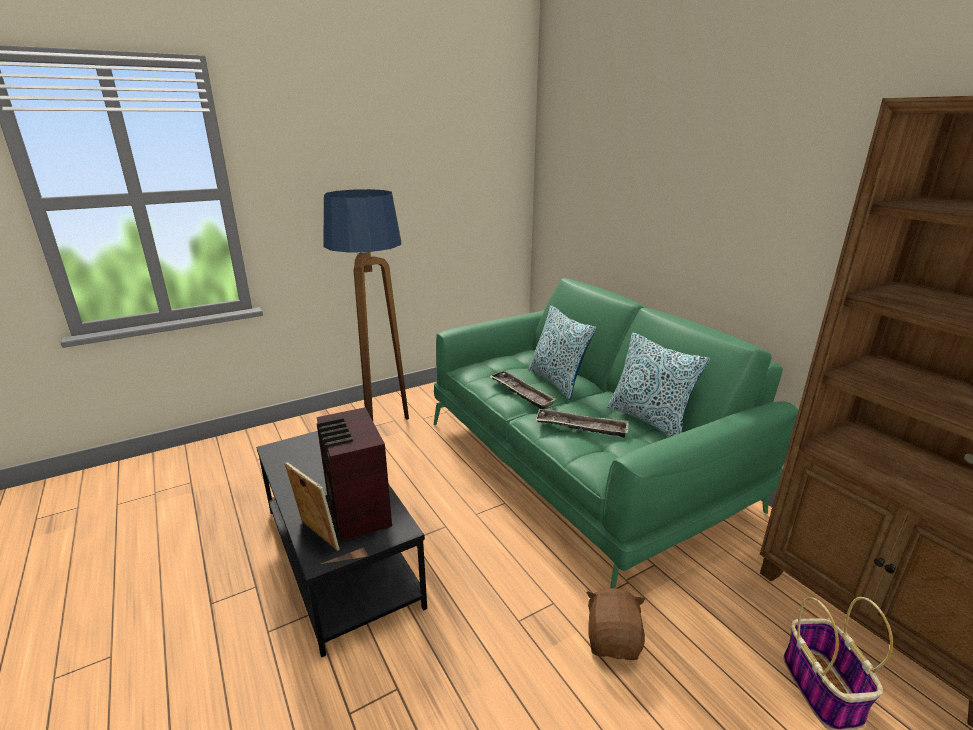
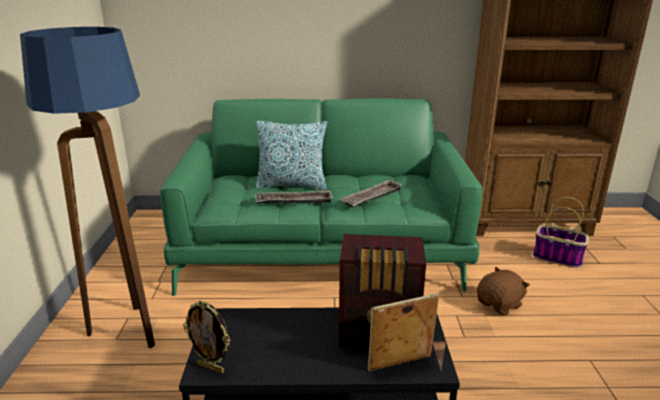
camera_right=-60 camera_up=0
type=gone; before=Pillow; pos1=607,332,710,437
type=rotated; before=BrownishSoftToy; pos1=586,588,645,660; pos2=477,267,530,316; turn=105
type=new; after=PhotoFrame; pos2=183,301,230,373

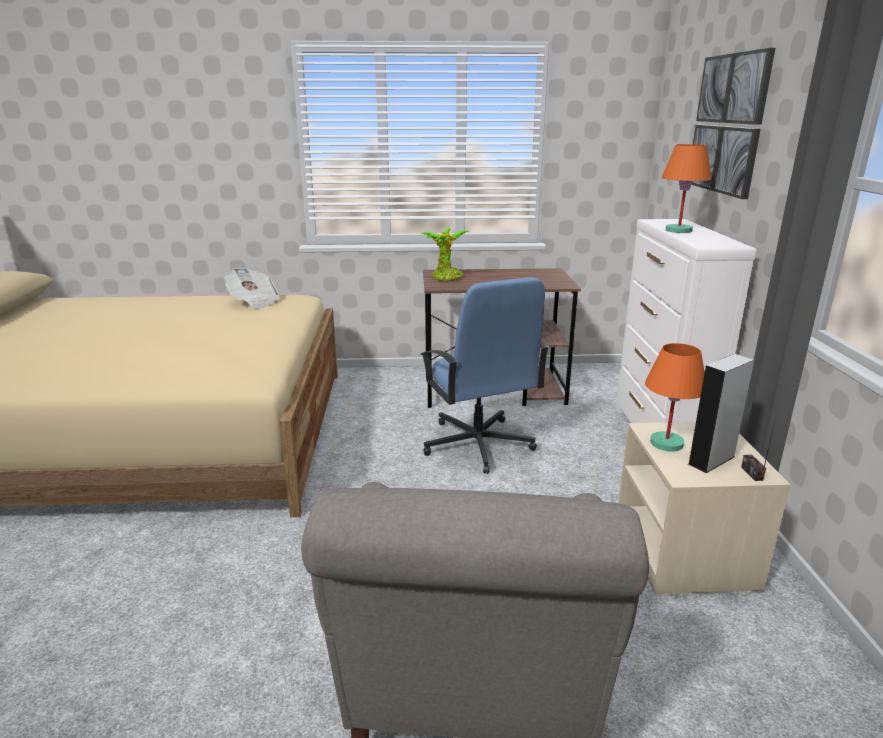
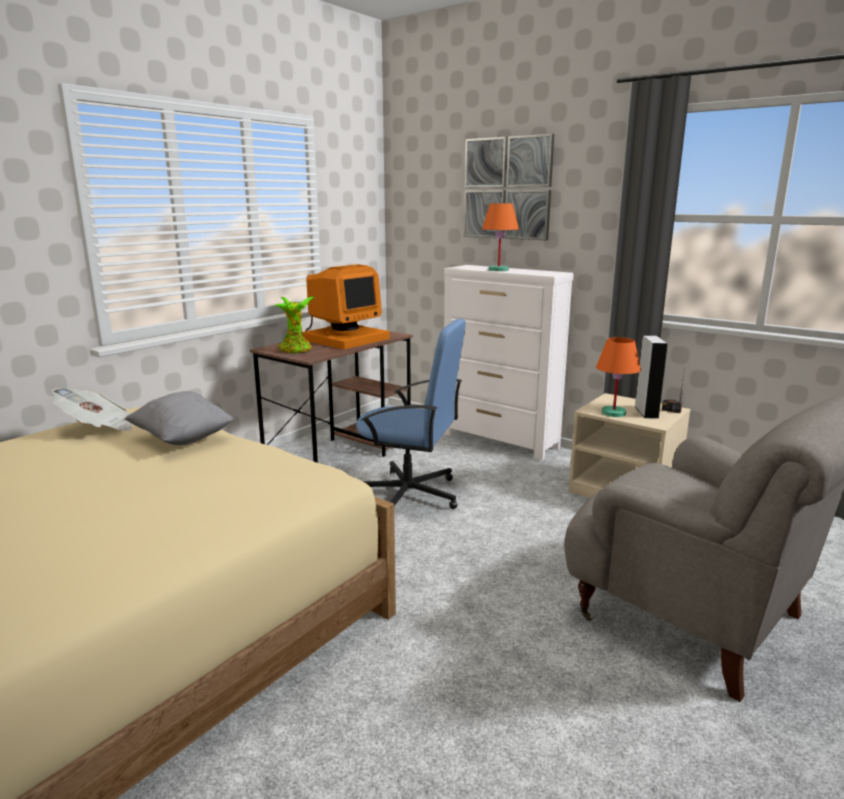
camera_right=-50 camera_up=-5
type=new; after=ComputerScreen; pos2=302,264,390,349
type=new; after=GrayPillow; pos2=124,391,235,445

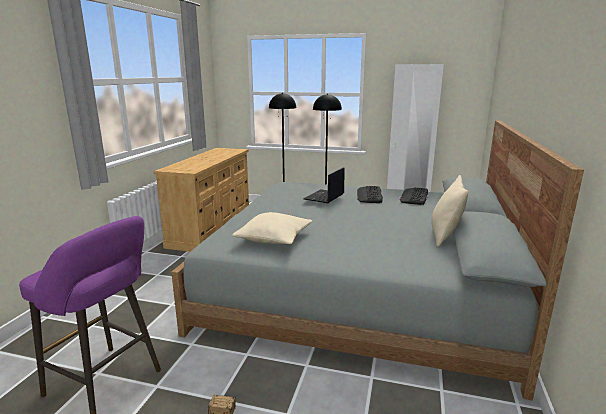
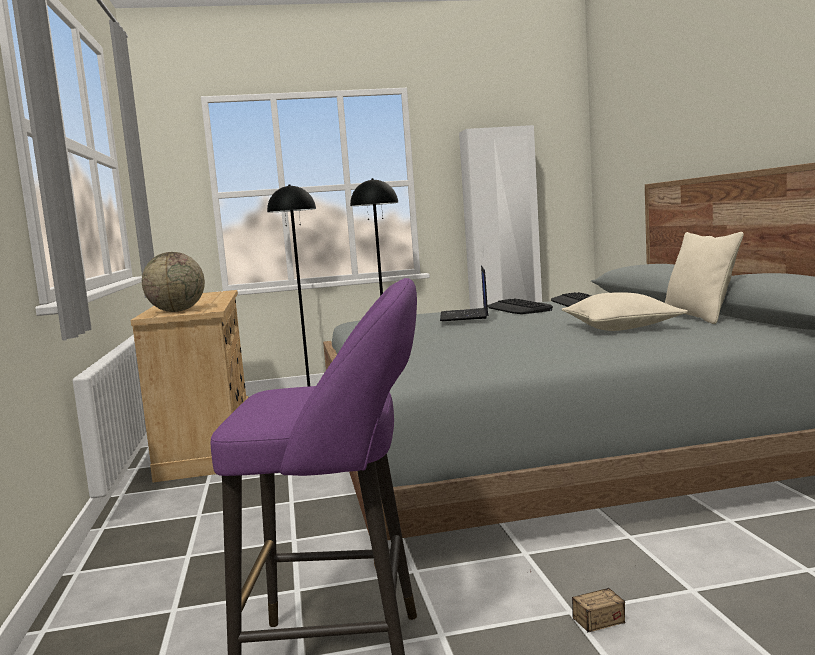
camera_right=-25 camera_up=-10
type=shifted; before=BeigePillow; pos1=232,212,312,244; pos2=562,293,688,331
type=new; after=DeskGlobe; pos2=142,252,205,312

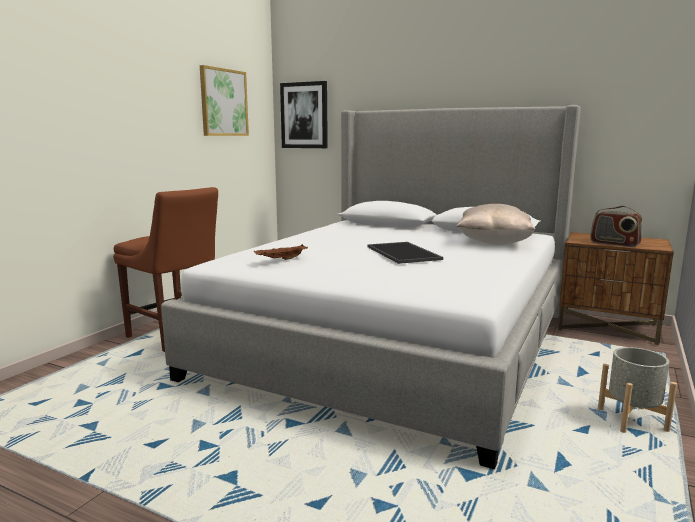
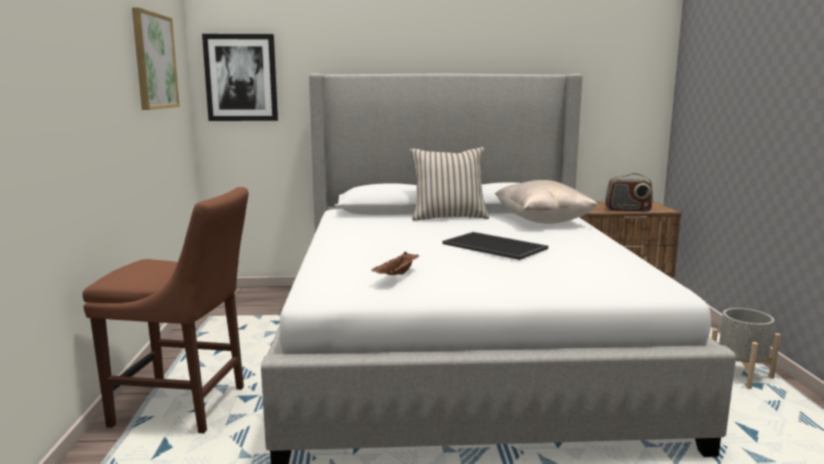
camera_right=-30 camera_up=0
type=new; after=BeigePillow; pos2=410,147,489,221

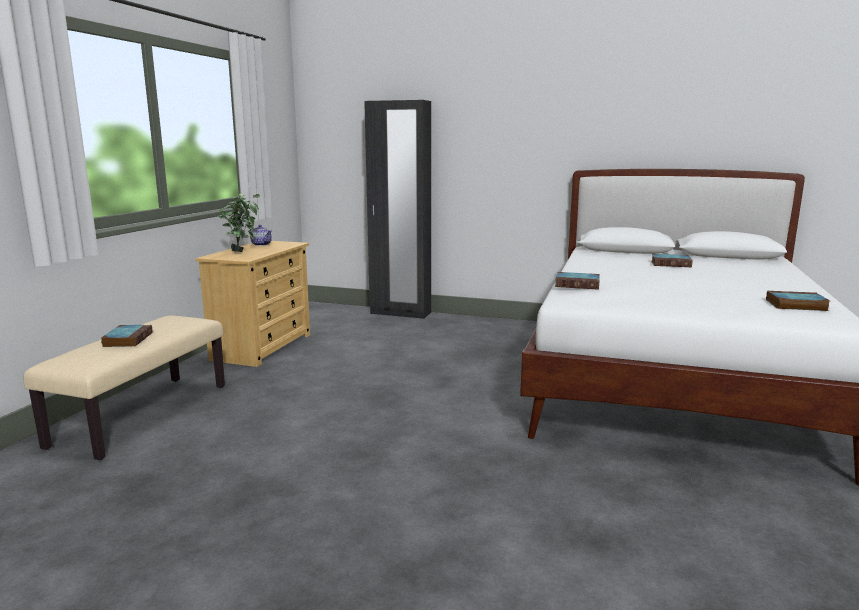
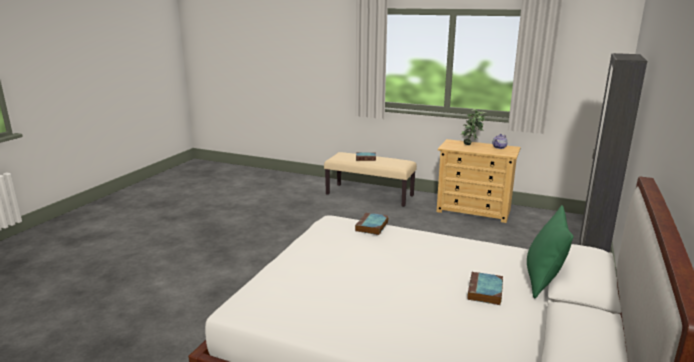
camera_right=95 camera_up=5
type=gone; before=BoundBook; pos1=766,291,830,311
type=new; after=GreenPillow; pos2=527,205,573,298

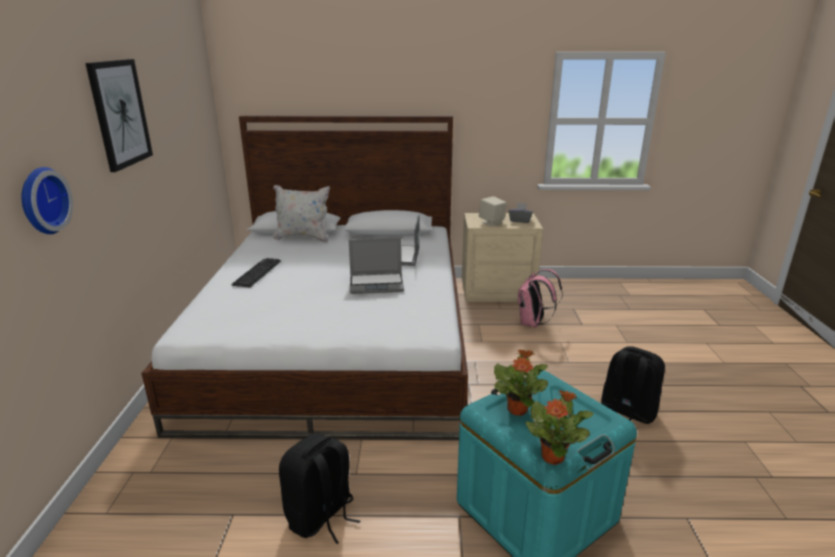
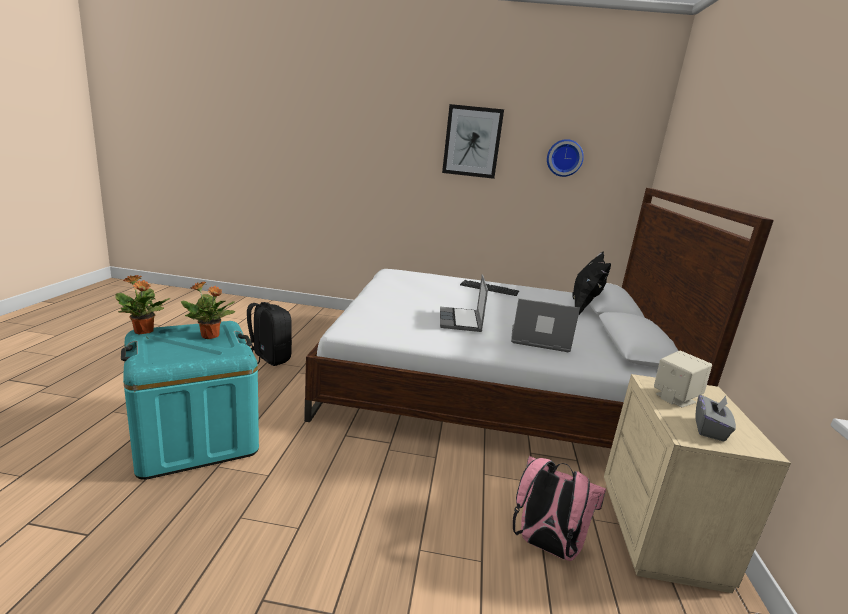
camera_right=95 camera_up=-5
type=shifted; before=HangingClock; pos1=21,167,73,234; pos2=547,139,584,177
type=repainted; before=WhitishPillow; after=BlackColouredPillow; pos1=272,185,330,243; pos2=573,252,611,315
type=gone; before=BlackColouredKnapsack; pos1=601,346,665,424

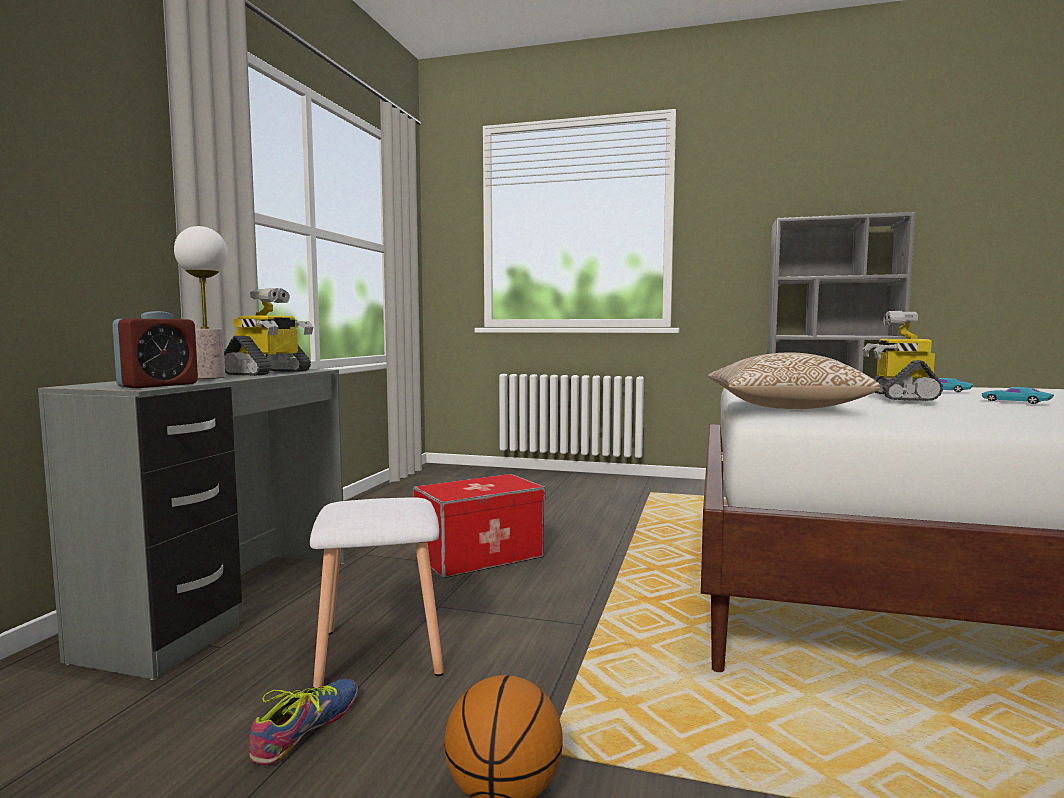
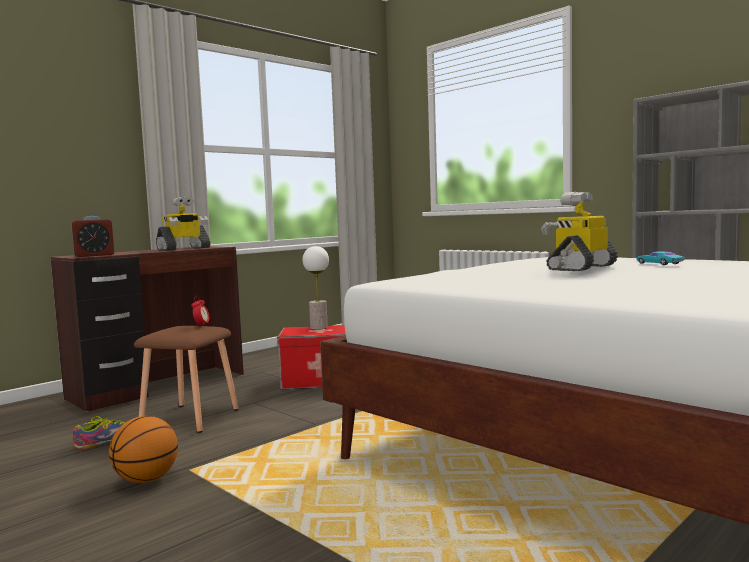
camera_right=30 camera_up=0
type=shifted; before=LampForATable; pos1=174,226,228,379; pos2=302,246,329,330
type=gone; before=Pillow; pos1=708,352,880,409
type=repainted; before=GrayDeskTable; after=BrownishDeskTable; pos1=38,369,345,680; pos2=51,246,244,412
type=gone; before=TurquoiseColouredMiniatureCar; pos1=982,387,1054,404
type=repainted; before=WhitishStool; after=BrownishStool; pos1=310,497,444,690; pos2=134,326,239,433
type=new; after=BedsideClock; pos2=191,296,209,327

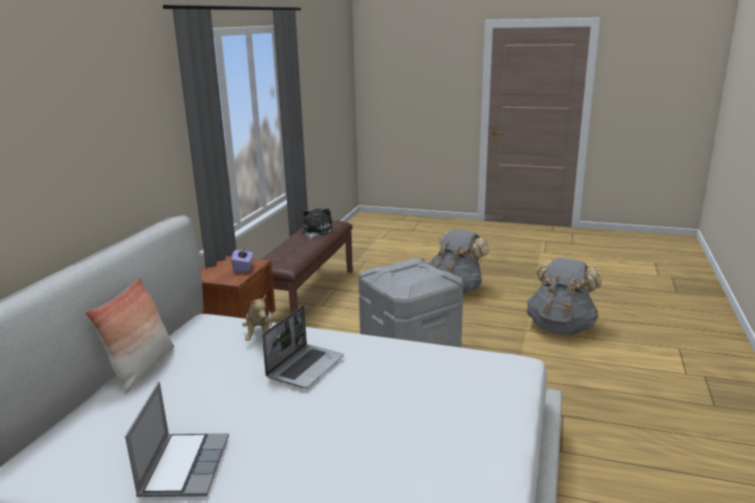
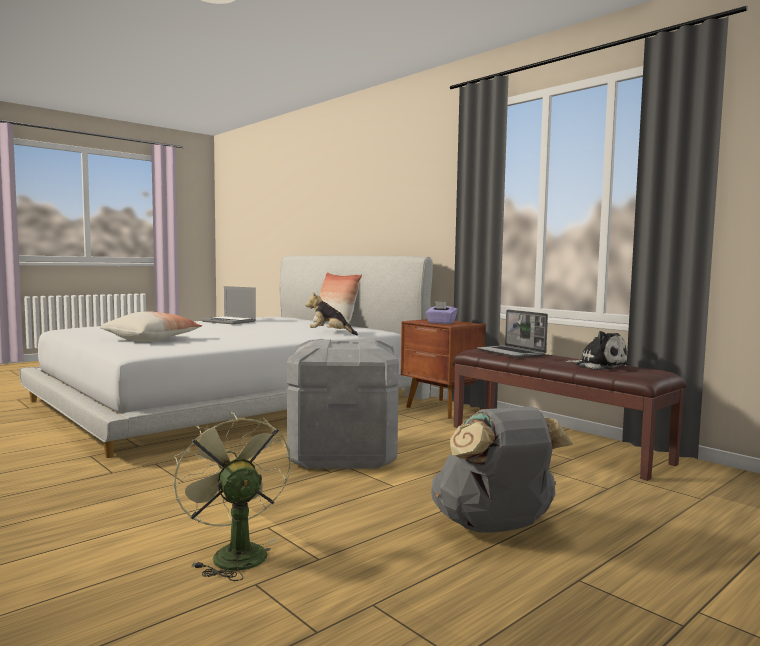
camera_right=120 camera_up=-15
type=swapped; before=GrayKnapsack; after=GreenFan; pos1=527,258,602,335; pos2=174,412,291,581
type=shifted; before=Laptop; pos1=262,306,344,388; pos2=477,310,548,358
type=new; after=Pillow; pos2=100,311,202,342

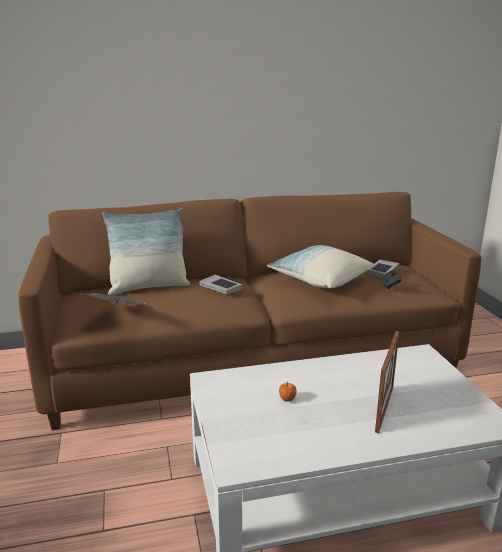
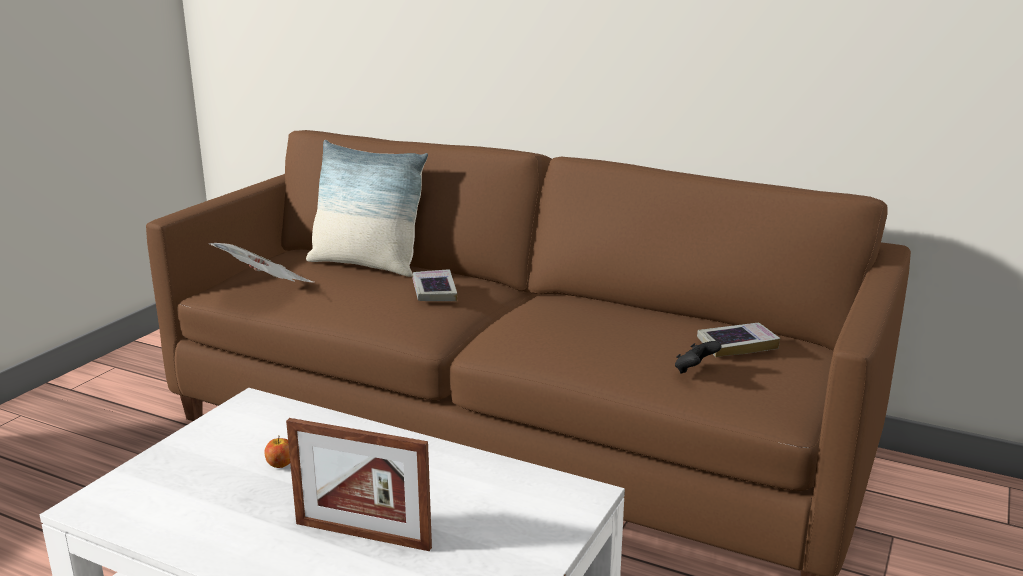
camera_right=40 camera_up=0
type=gone; before=Pillow; pos1=267,245,374,288
type=rotated; before=PhotoFrame; pos1=375,331,399,433; pos2=286,418,432,551; turn=45

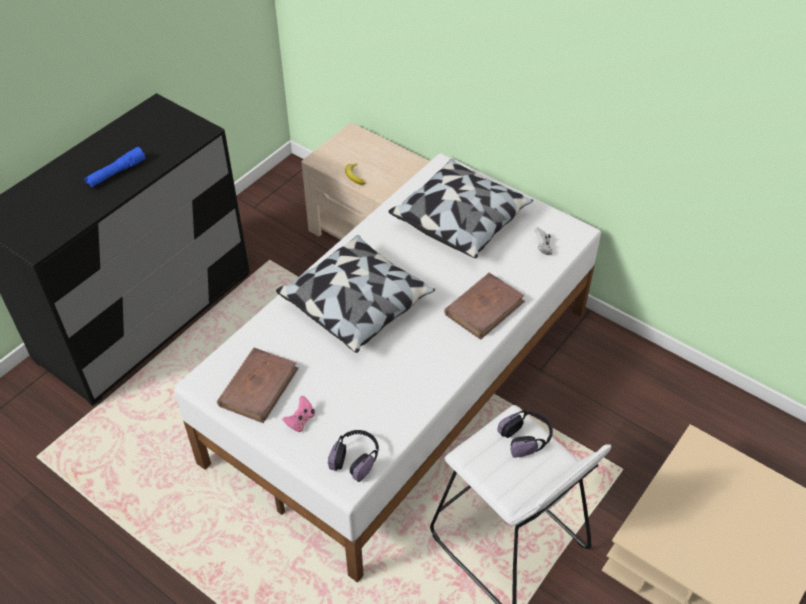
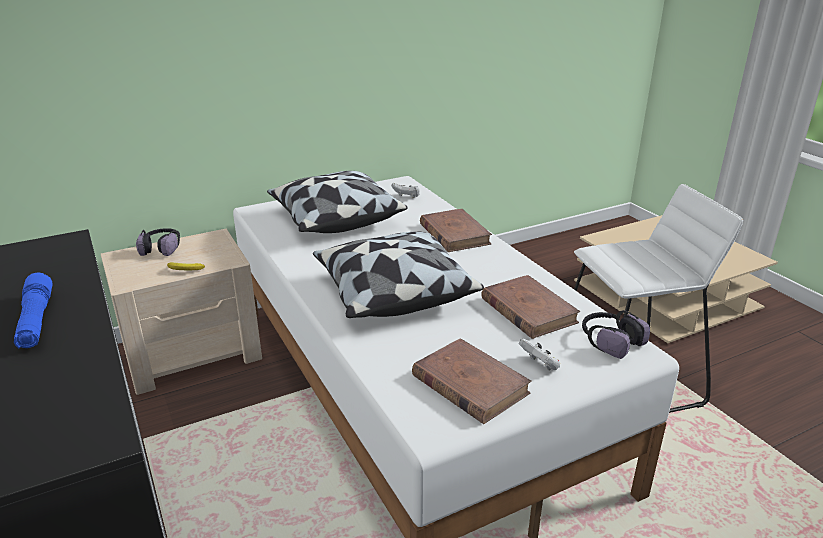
camera_right=-65 camera_up=-20
type=repainted; before=PinkishGameController; after=WhitishGameController; pos1=283,396,315,432; pos2=519,339,560,370
type=shifted; before=Headset; pos1=497,410,553,458; pos2=136,228,180,256
type=new; after=BrownishBoundBook; pos2=481,275,580,339

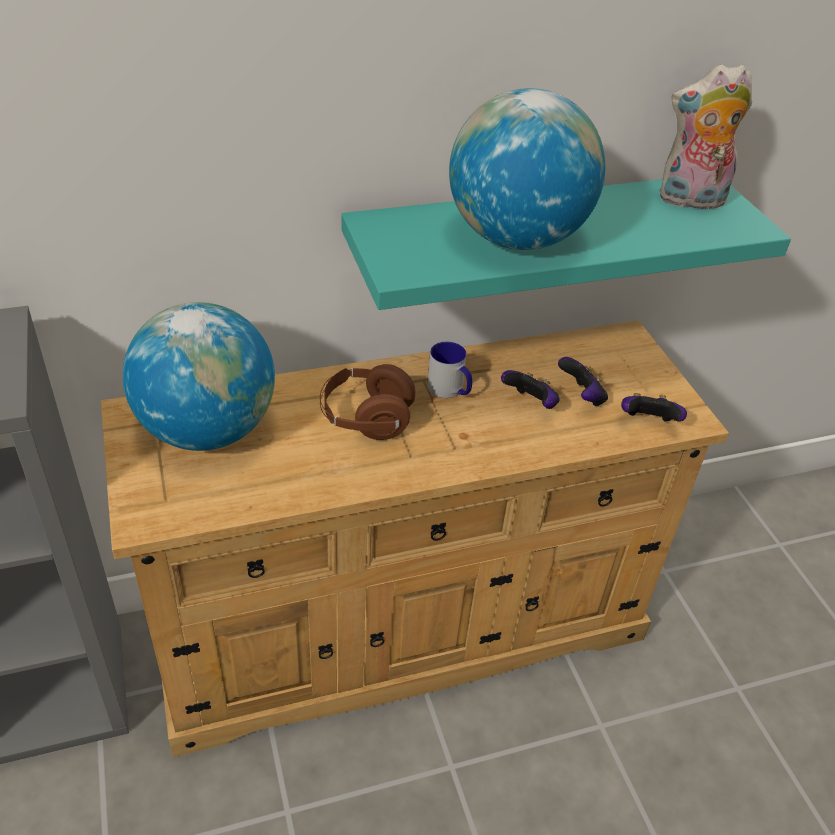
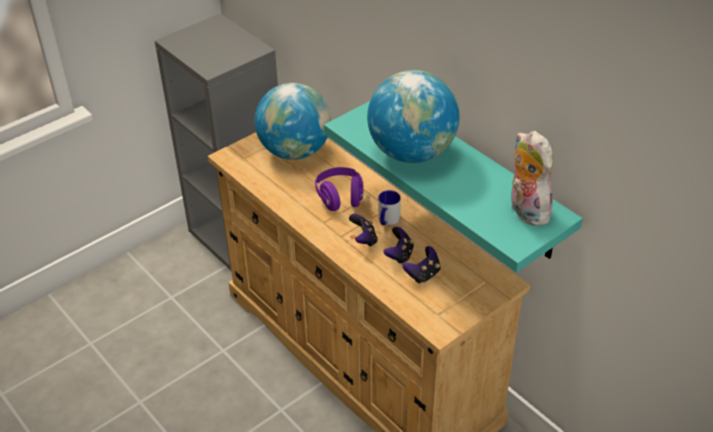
camera_right=70 camera_up=0
type=repainted; before=BrownishHeadset; after=PurpleColouredHeadset; pos1=320,364,415,440; pos2=315,167,363,211
type=shifted; before=GameController; pos1=621,393,687,422; pos2=349,214,378,247

